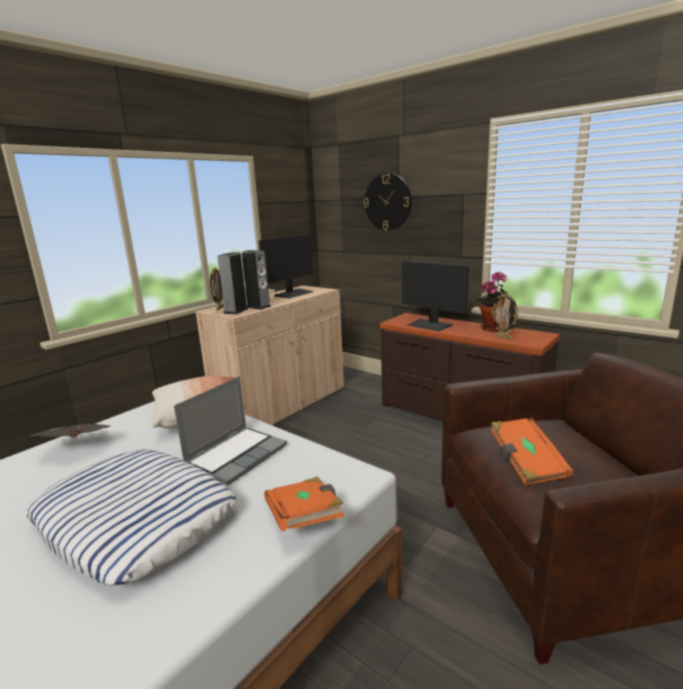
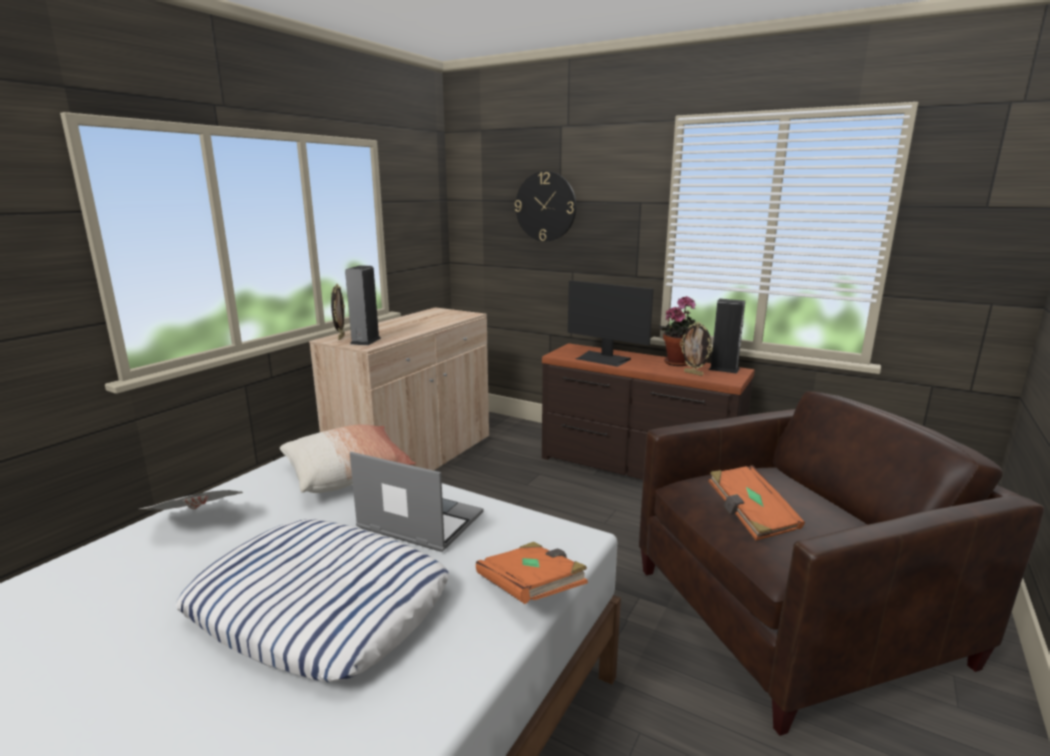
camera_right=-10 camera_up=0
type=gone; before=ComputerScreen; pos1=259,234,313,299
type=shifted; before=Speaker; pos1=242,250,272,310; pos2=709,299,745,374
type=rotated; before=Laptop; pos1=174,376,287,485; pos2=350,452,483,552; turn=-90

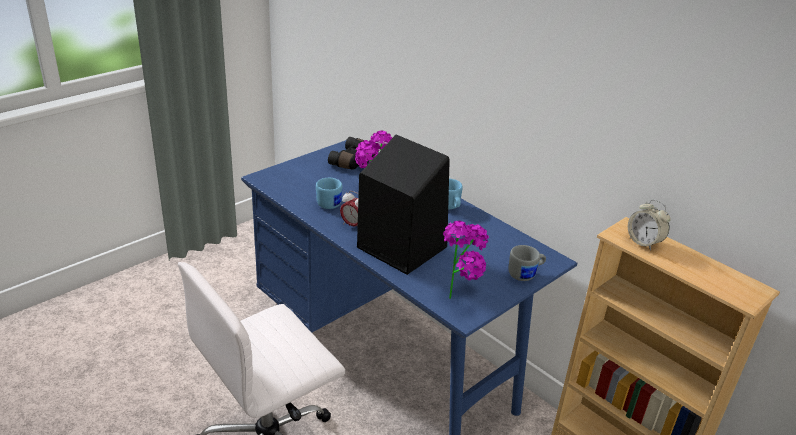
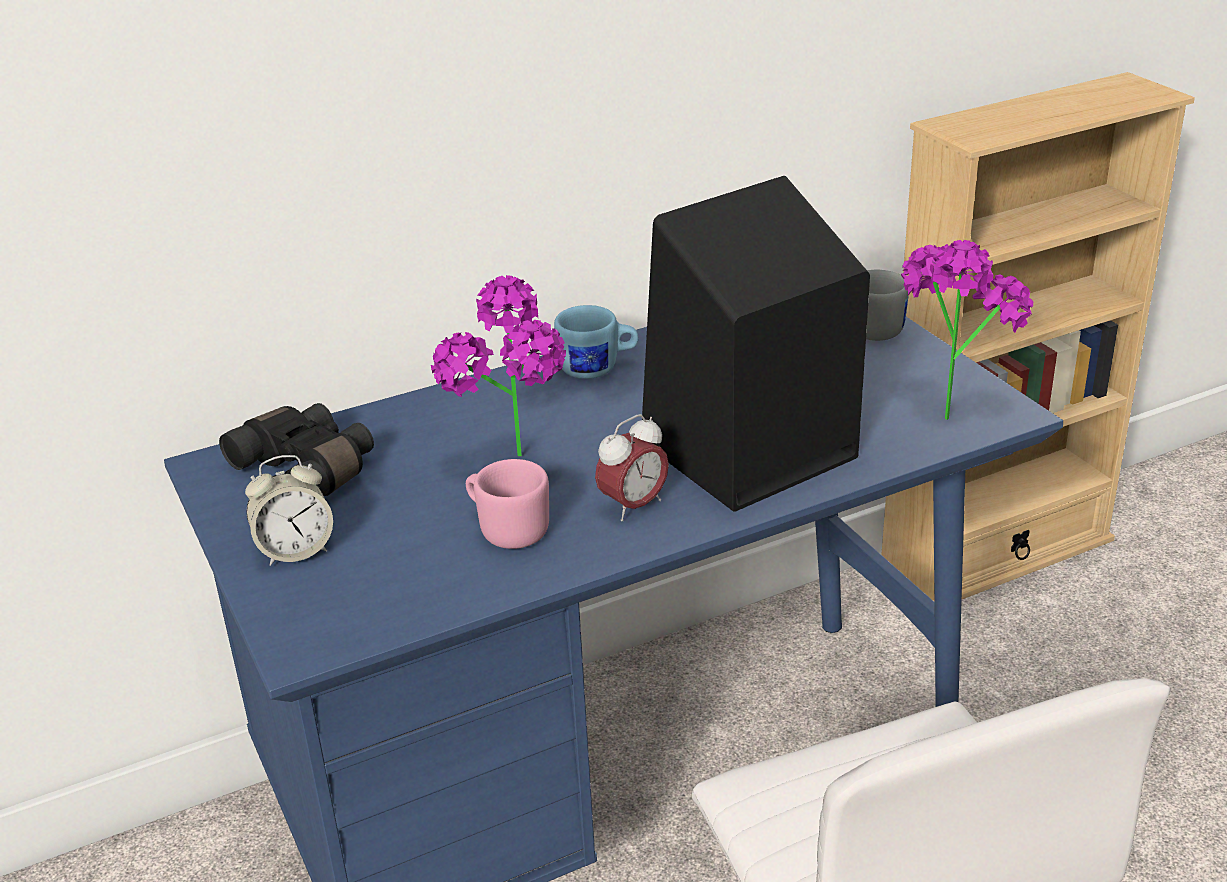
camera_right=-70 camera_up=0
type=repainted; before=BluishMug; after=PinkishMug; pos1=316,178,342,209; pos2=466,459,549,549
type=shifted; before=BedsideClock; pos1=628,199,670,251; pos2=245,455,333,566

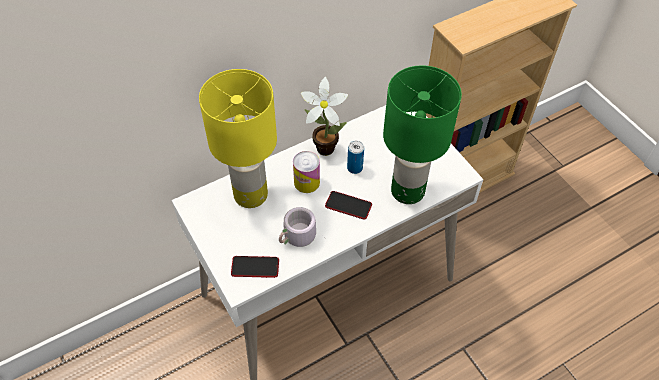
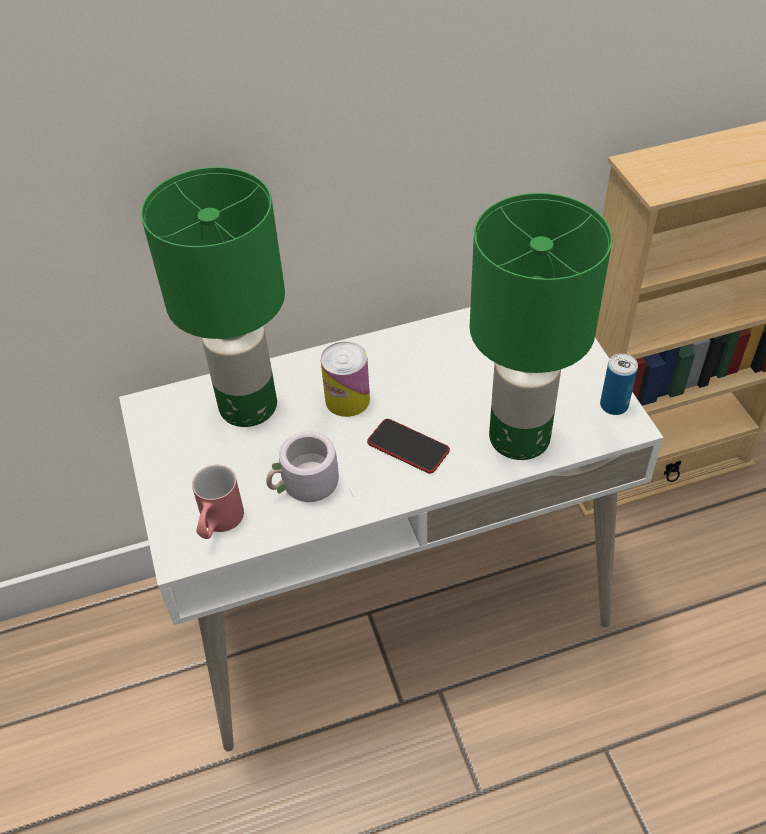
camera_right=15 camera_up=-5
type=repainted; before=YellowishLampForATable; after=GreenLampForATable; pos1=199,69,277,208; pos2=141,167,285,427
type=gone; before=Houseplant; pos1=301,77,348,156
type=shifted; before=Can; pos1=347,141,364,174; pos2=600,353,638,415
type=swapped; before=Telephone; after=ReddishMug; pos1=231,256,279,278; pos2=192,465,244,539

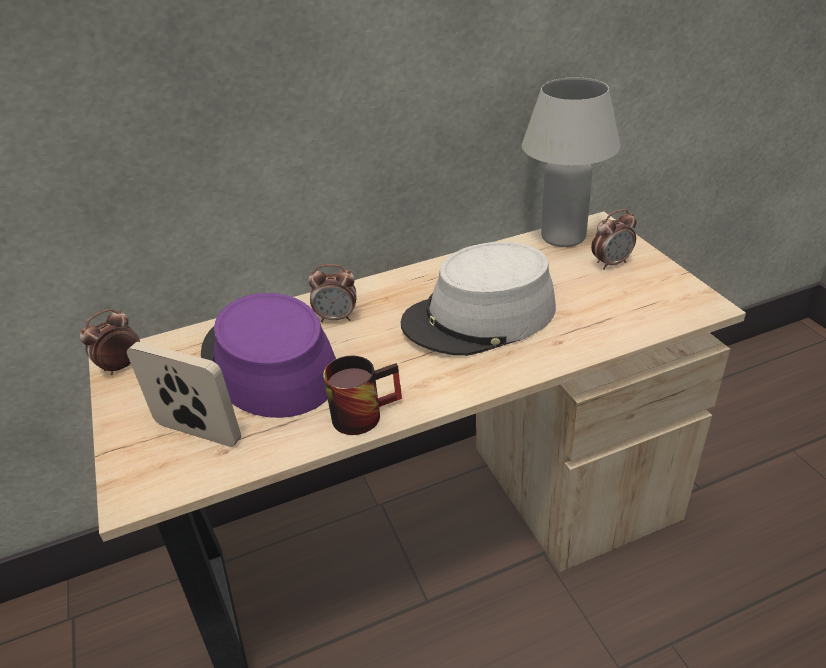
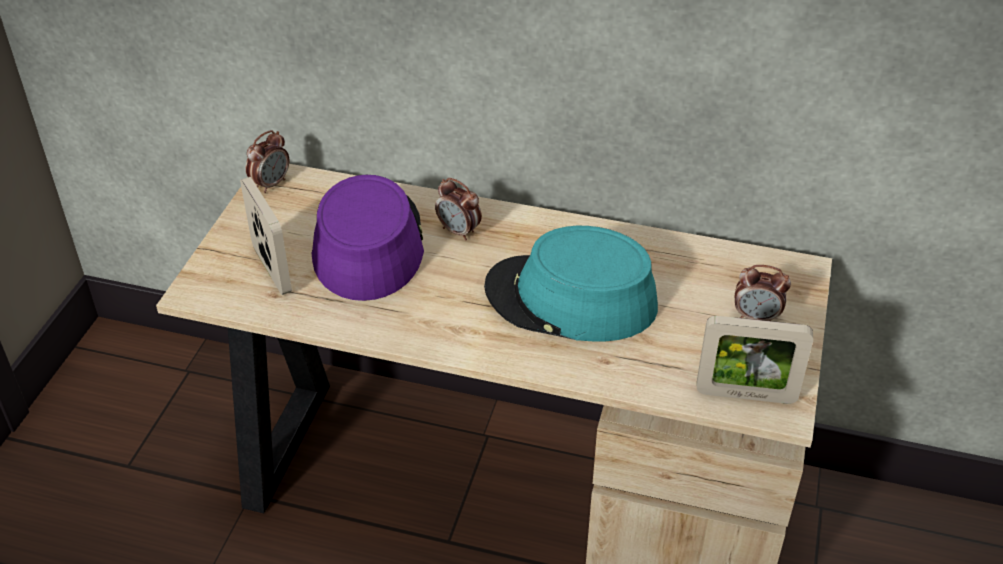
camera_right=35 camera_up=5
type=gone; before=WhitishLampForATable; pos1=522,77,620,247
type=repainted; before=GrayClothingHat; after=TurquoiseColouredClothingHat; pos1=401,242,556,356; pos2=484,226,658,341
type=rotated; before=BedsideClock; pos1=80,309,140,375; pos2=246,130,289,193; turn=135
type=gone; before=Mug; pos1=323,356,402,435
type=new; after=PhotoFrame; pos2=697,316,813,404

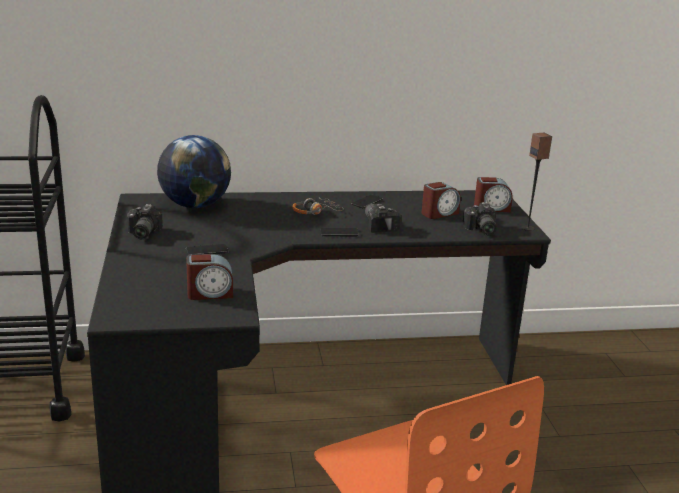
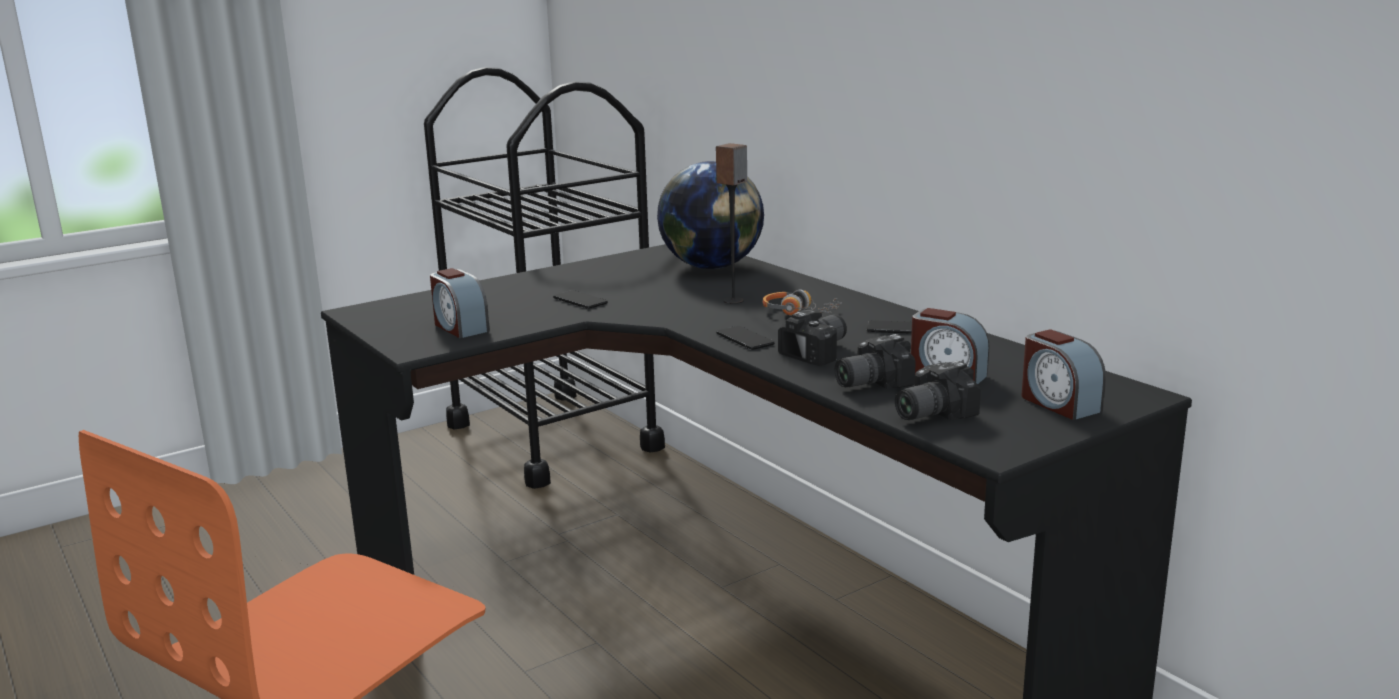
camera_right=65 camera_up=-5
type=shifted; before=Speaker; pos1=522,133,552,231; pos2=716,143,747,304
type=shifted; before=PhotoCamera; pos1=127,204,163,239; pos2=835,334,916,389

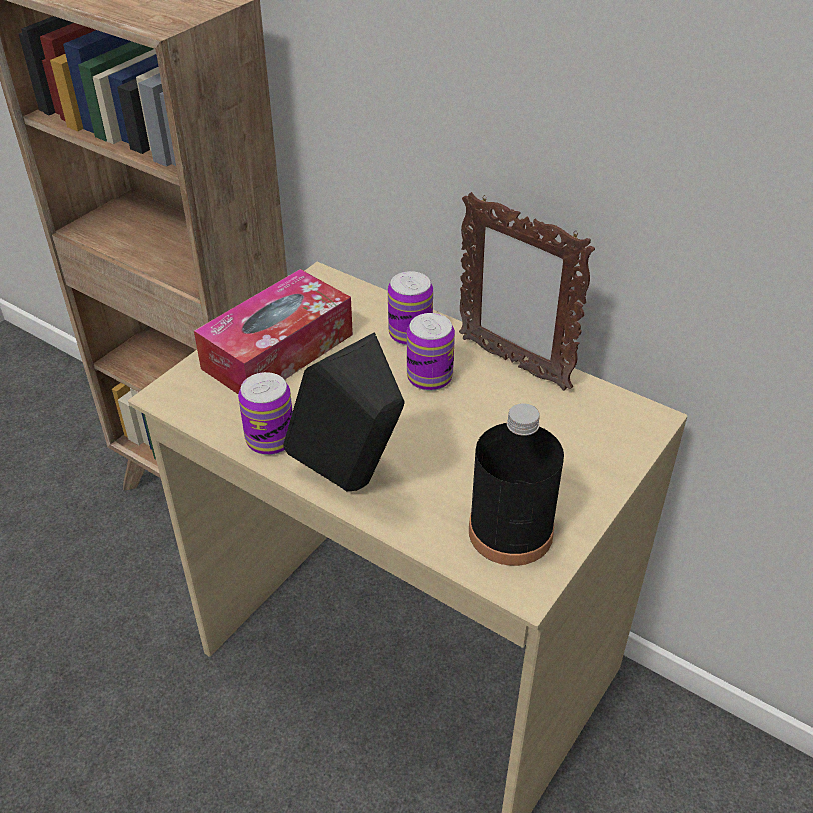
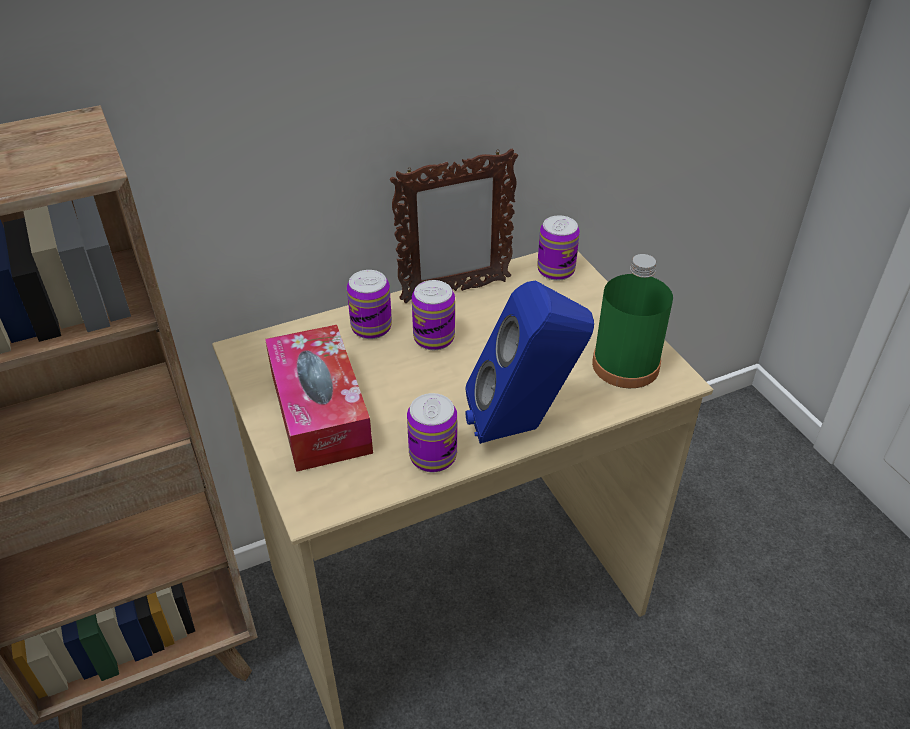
camera_right=-60 camera_up=0
type=repainted; before=BlackColouredSpeaker; after=BluishSpeaker; pos1=283,332,405,491; pos2=465,280,594,444
type=repainted; before=BlackColouredBeverageBottle; after=GreenBeverageBottle; pos1=469,403,564,566; pos2=592,254,673,388
type=new; after=Can; pos2=537,216,580,281

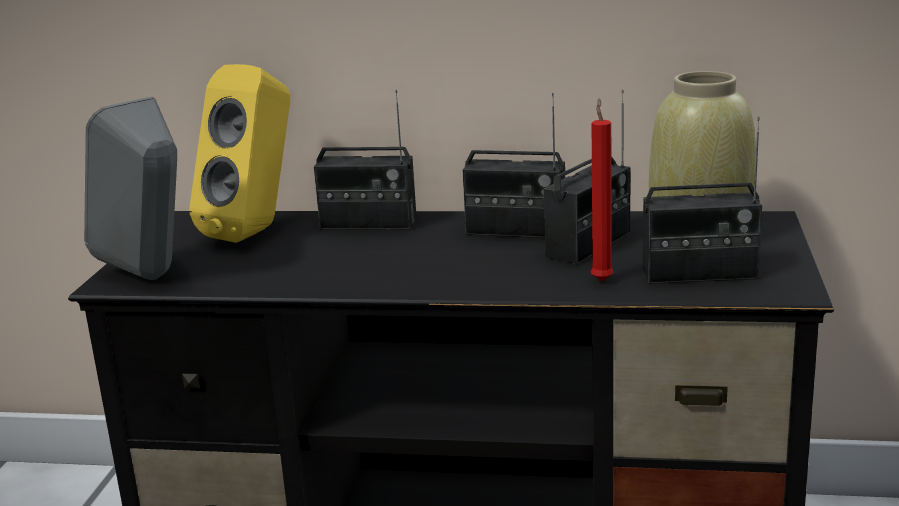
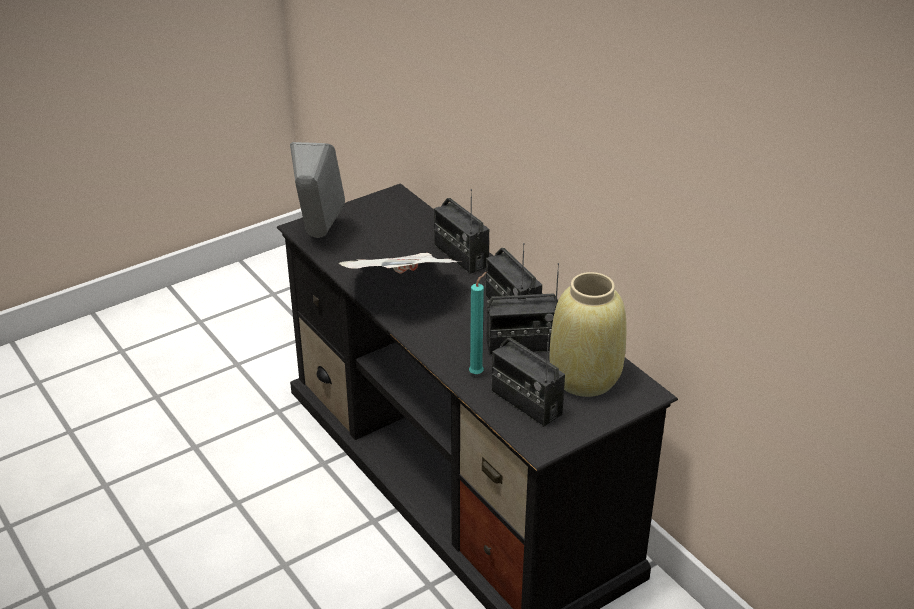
camera_right=45 camera_up=15
type=gone; before=YellowishSpeaker; pos1=189,64,290,243
type=repainted; before=ReddishWaxCandle; after=TurquoiseColouredWaxCandle; pos1=591,98,613,281; pos2=469,272,487,374
type=new; after=Newspaper; pos2=339,253,460,274

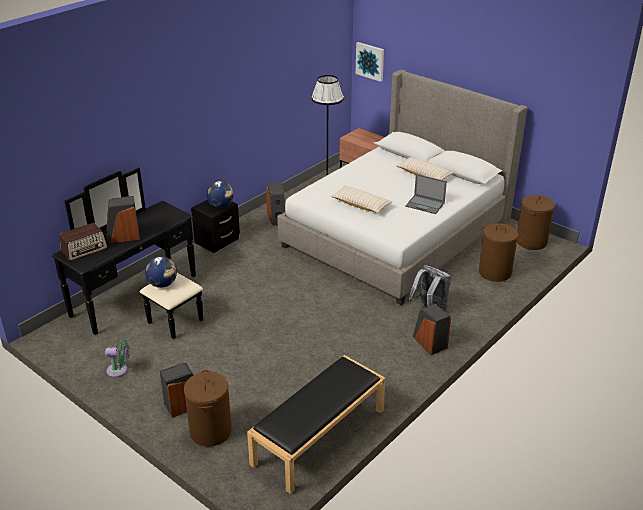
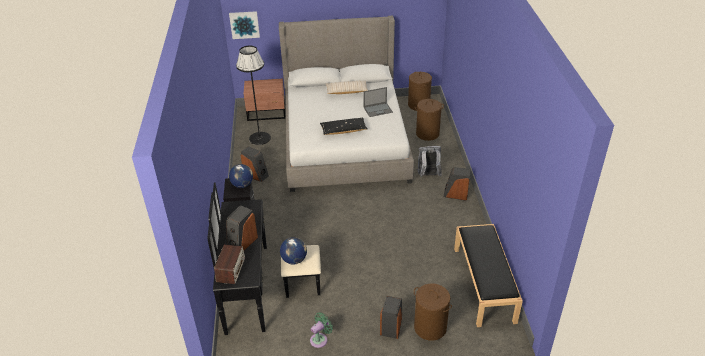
camera_right=-45 camera_up=5
type=repainted; before=BeigePillow; after=BlackColouredPillow; pos1=330,186,392,213; pos2=320,118,368,135

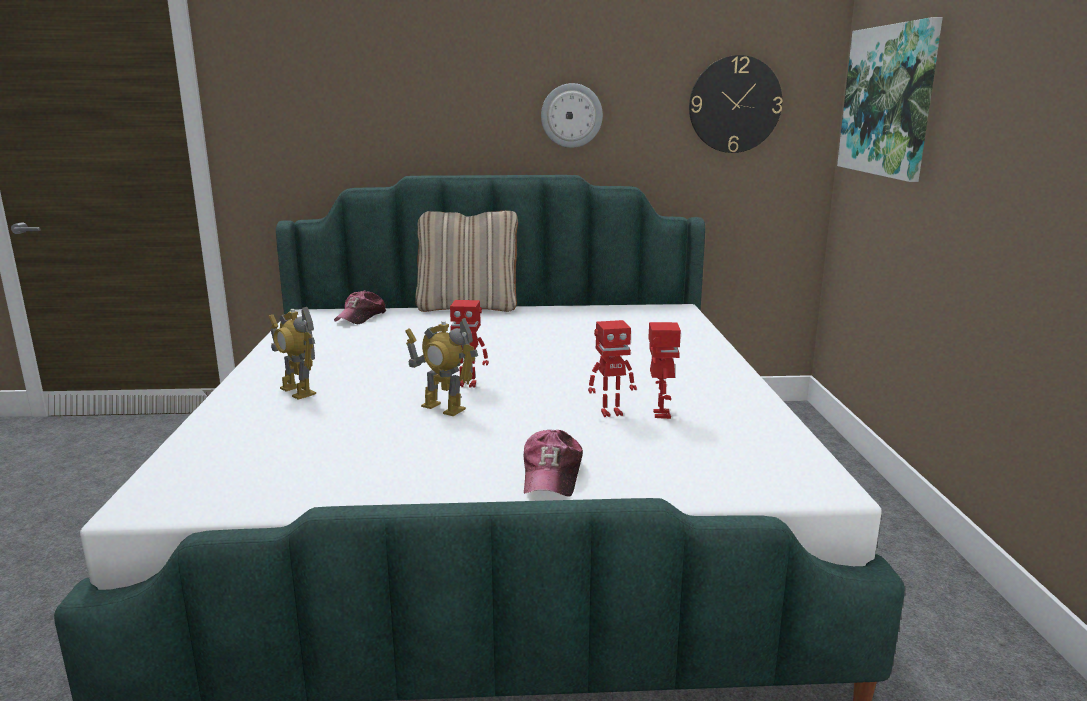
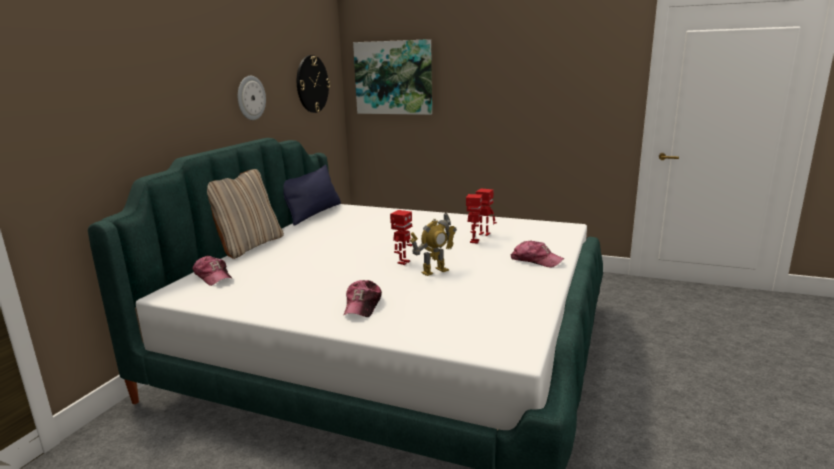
camera_right=-65 camera_up=0
type=swapped; before=RobotFigure; after=PeakedCap; pos1=269,307,316,400; pos2=344,280,382,317
type=new; after=BluishPillow; pos2=283,165,341,226

